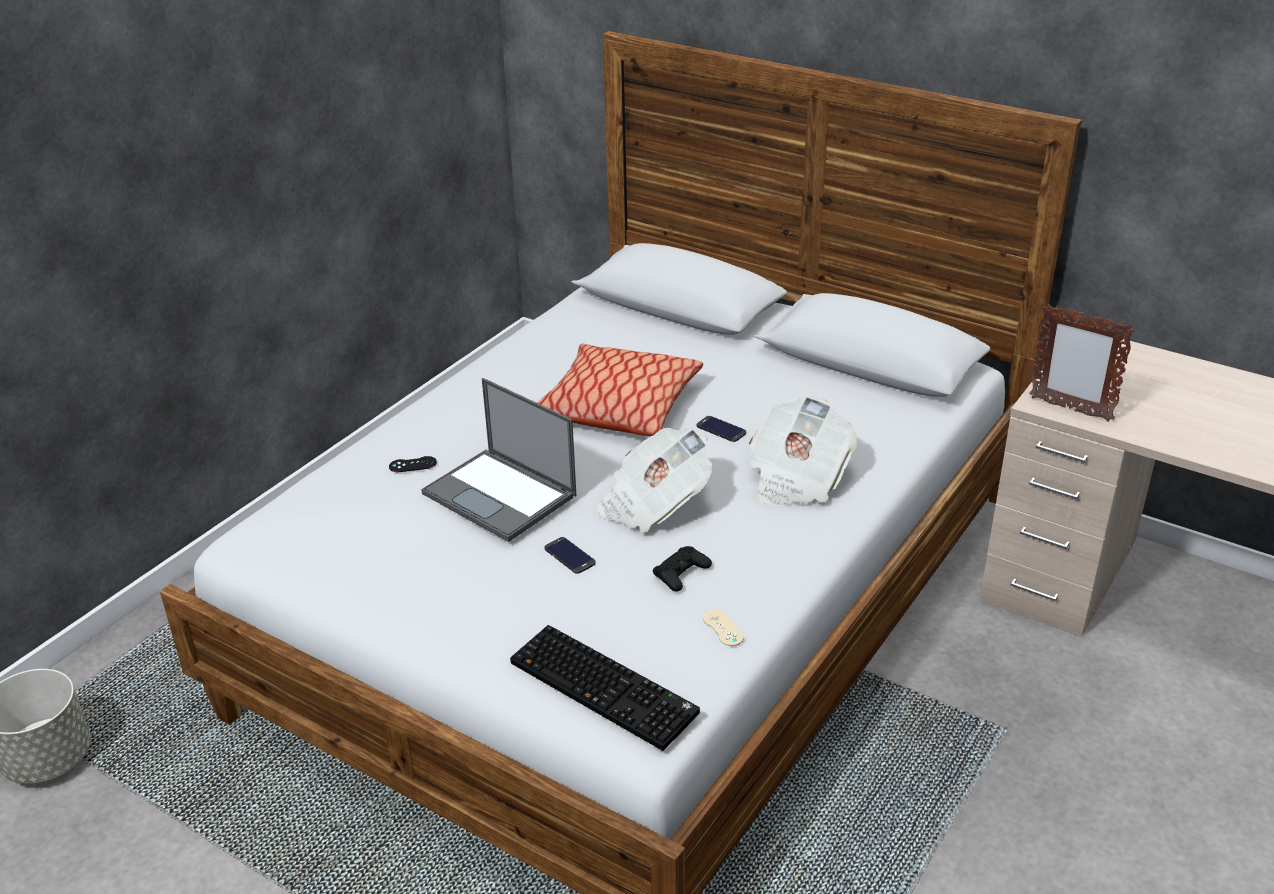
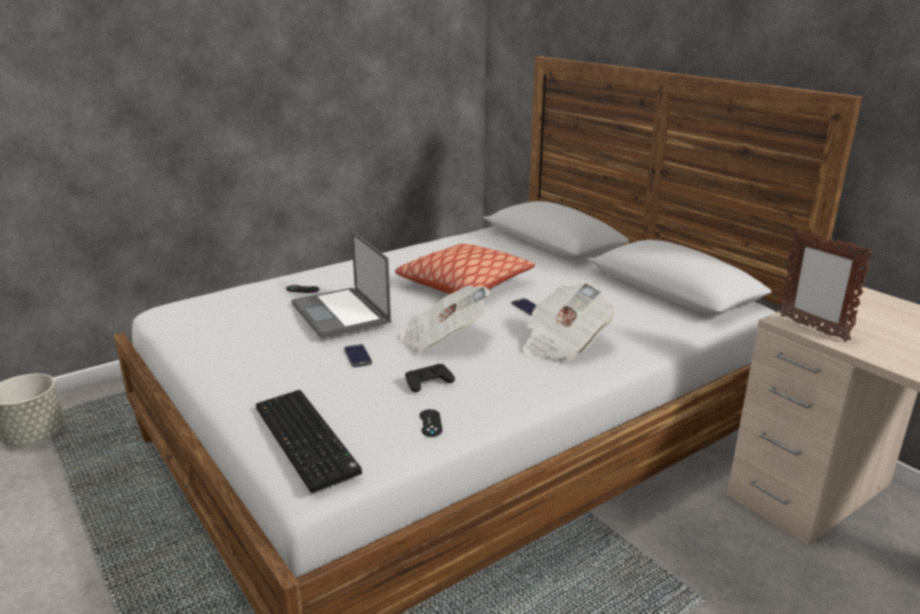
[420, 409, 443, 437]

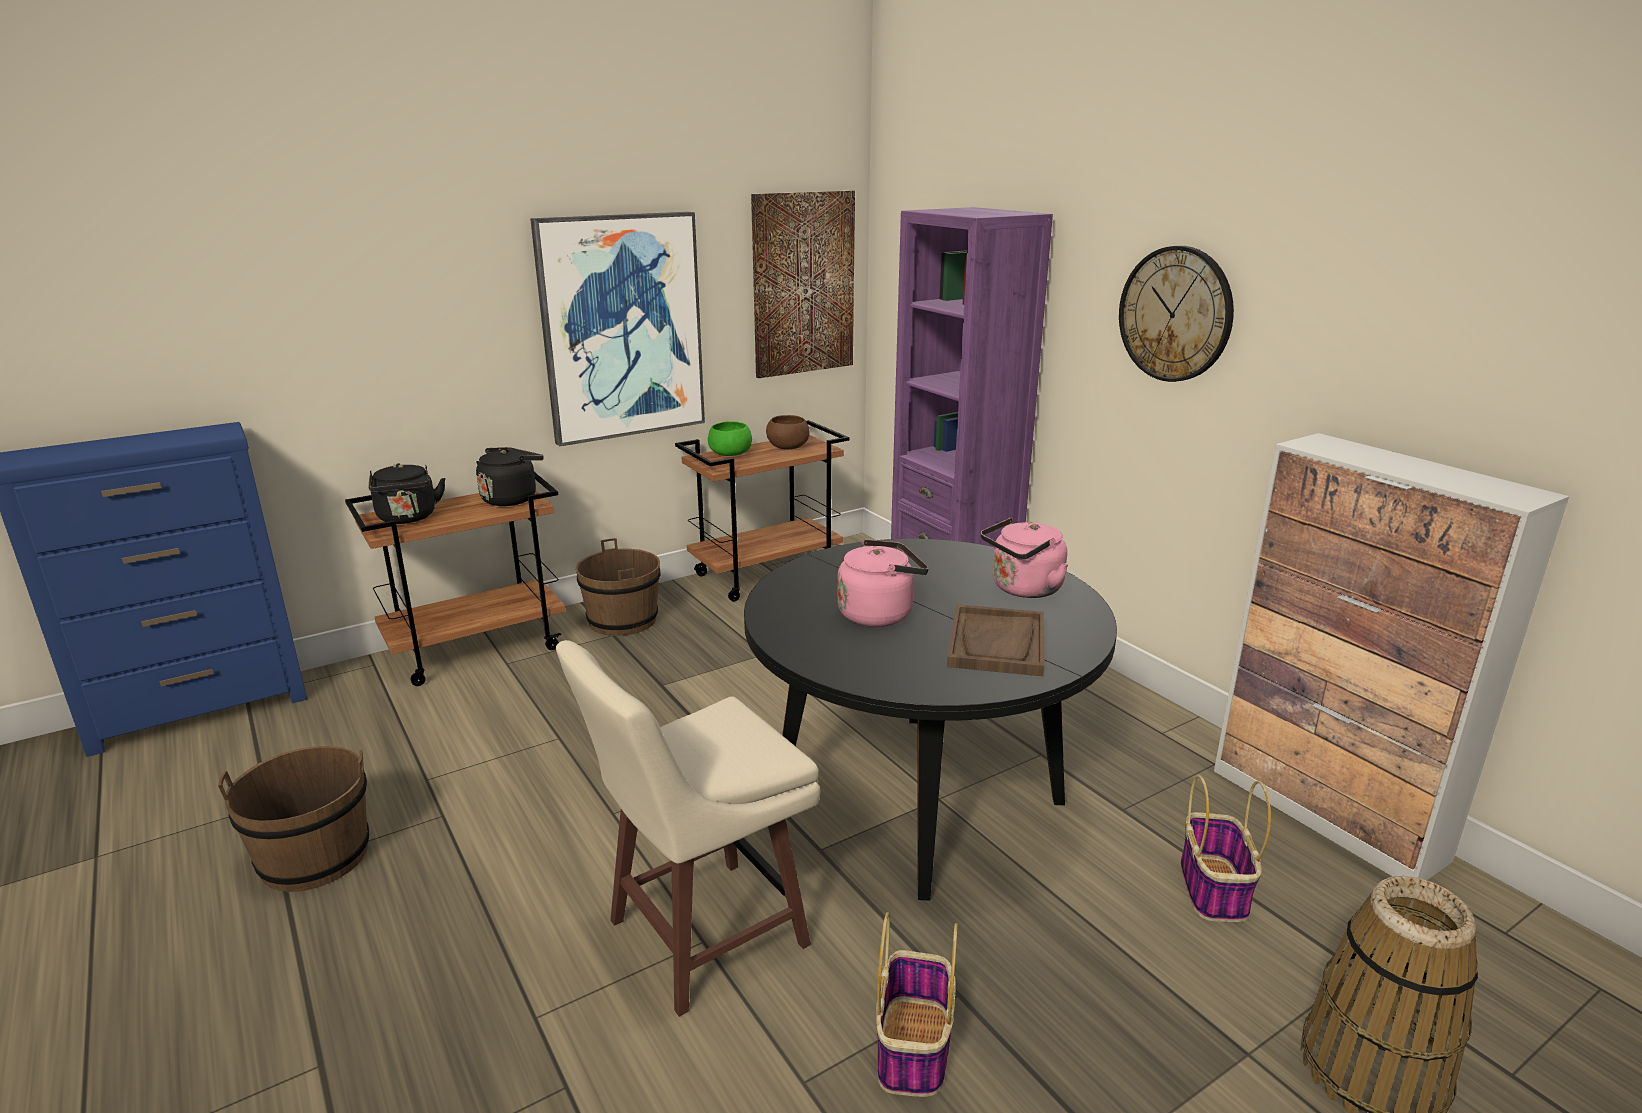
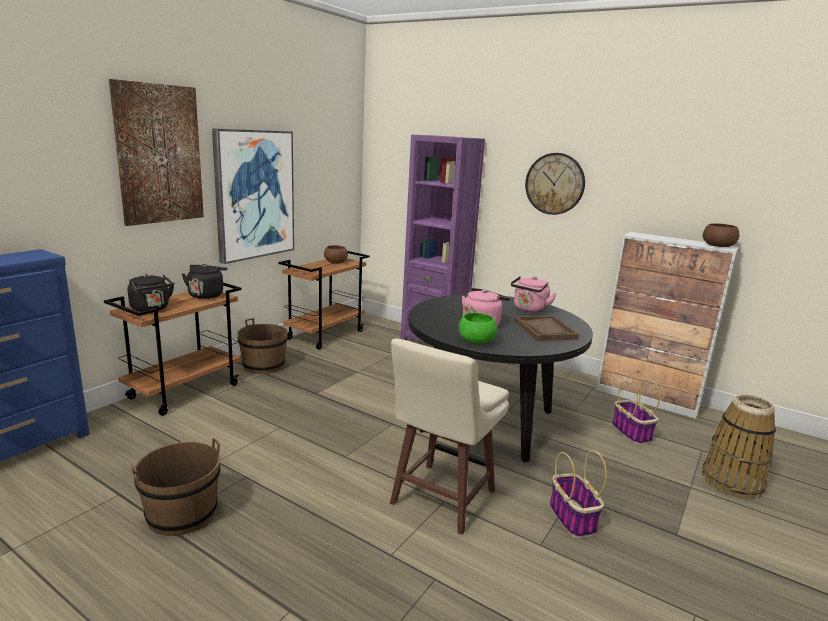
[703, 223, 739, 247]
[459, 313, 497, 343]
[109, 79, 204, 226]

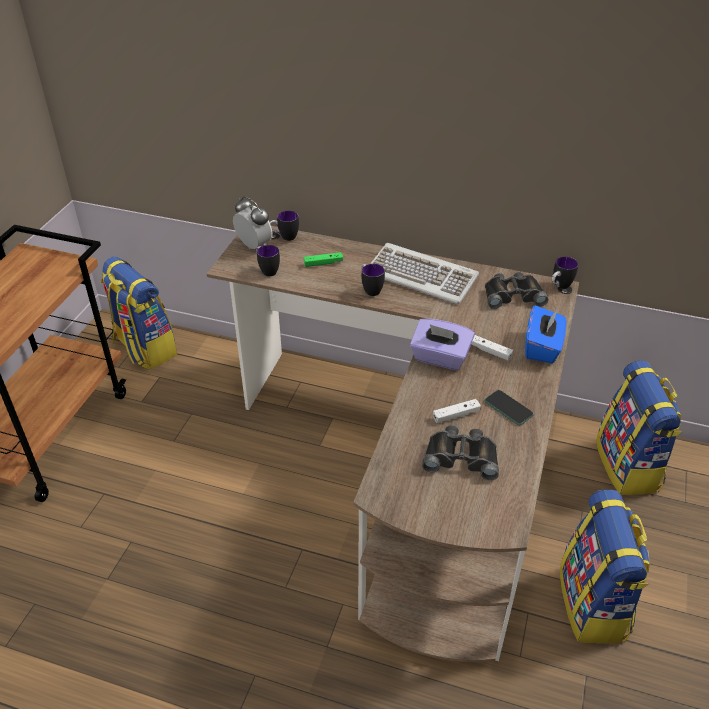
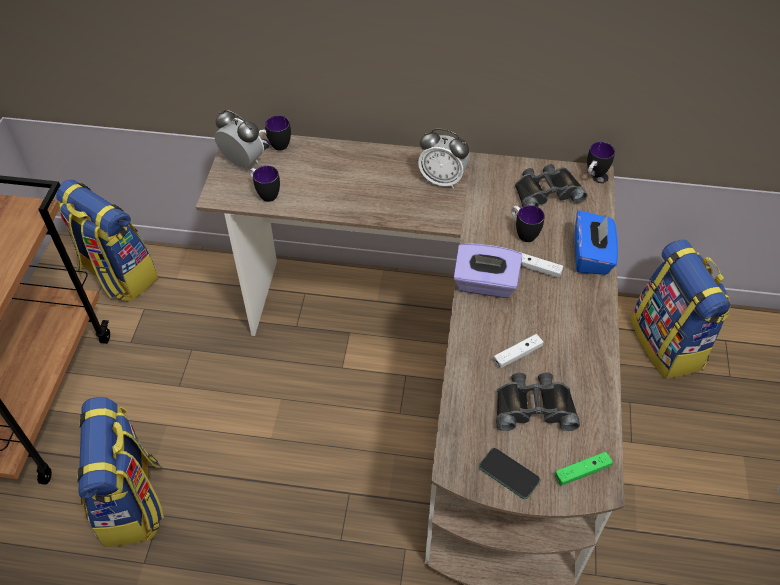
[555, 452, 613, 486]
[511, 205, 545, 242]
[479, 448, 540, 499]
[77, 397, 164, 547]
[418, 128, 469, 189]

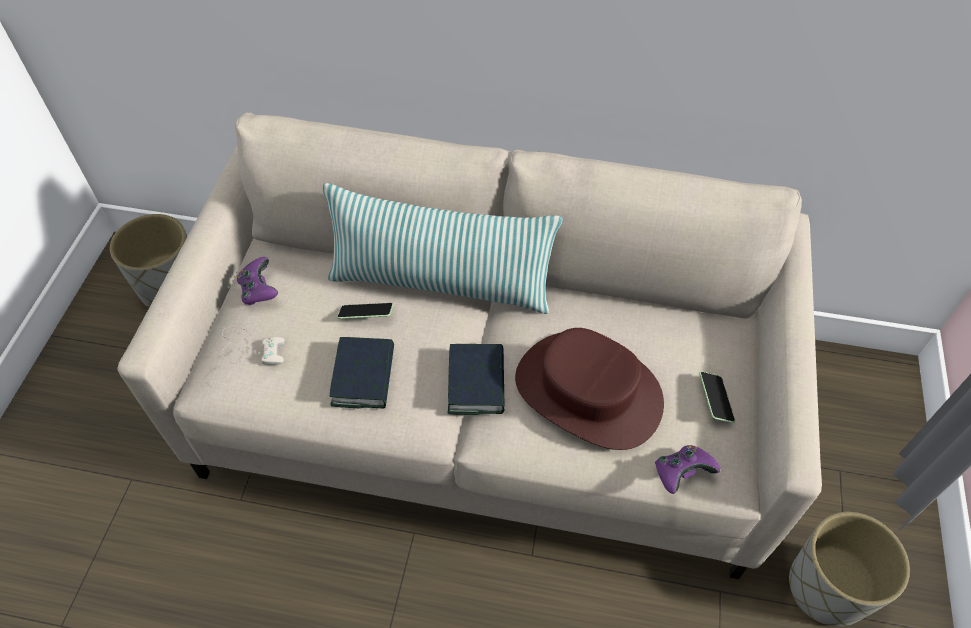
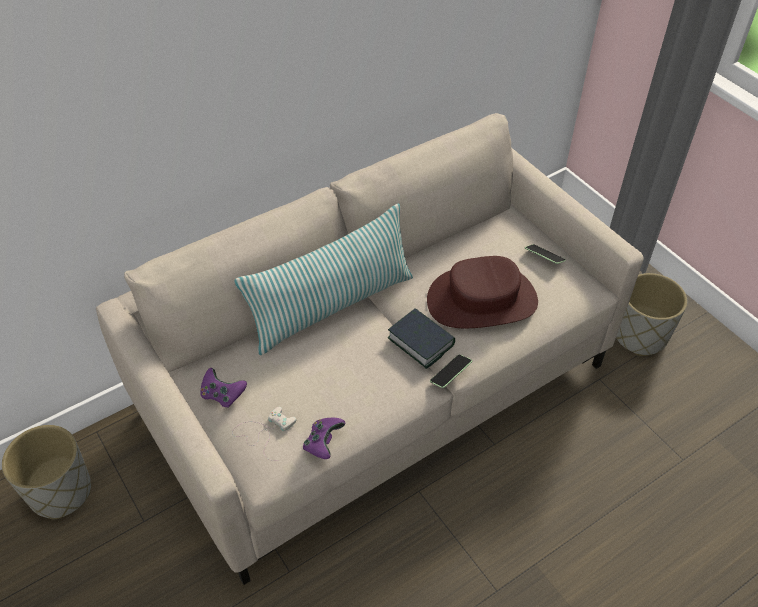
[330, 337, 394, 409] (first image)
[430, 355, 472, 388]
[303, 418, 345, 459]

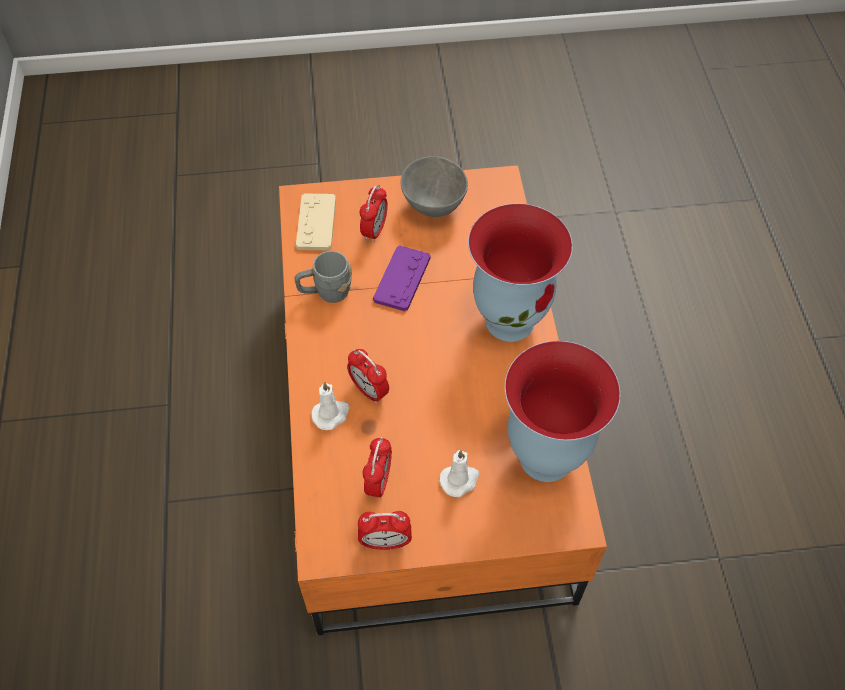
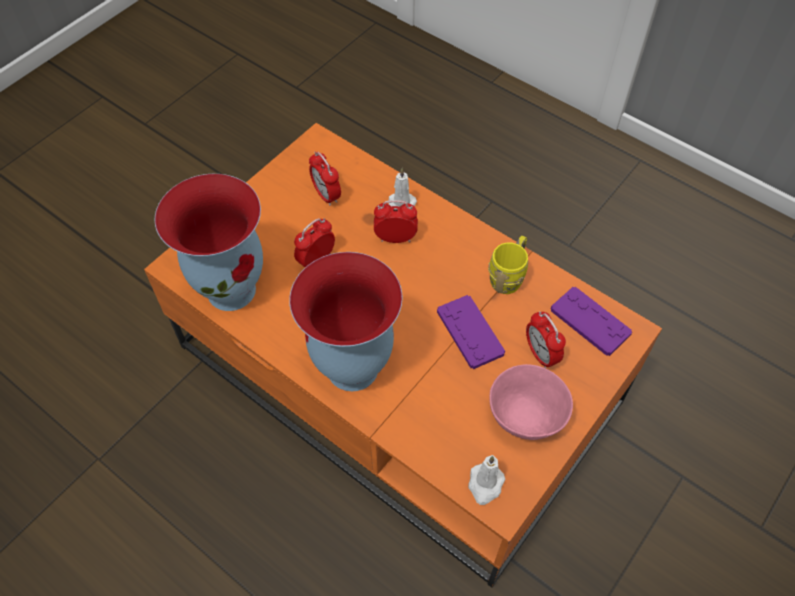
[294, 218, 335, 267]
[468, 455, 505, 505]
[488, 236, 528, 294]
[551, 287, 632, 356]
[489, 364, 573, 440]

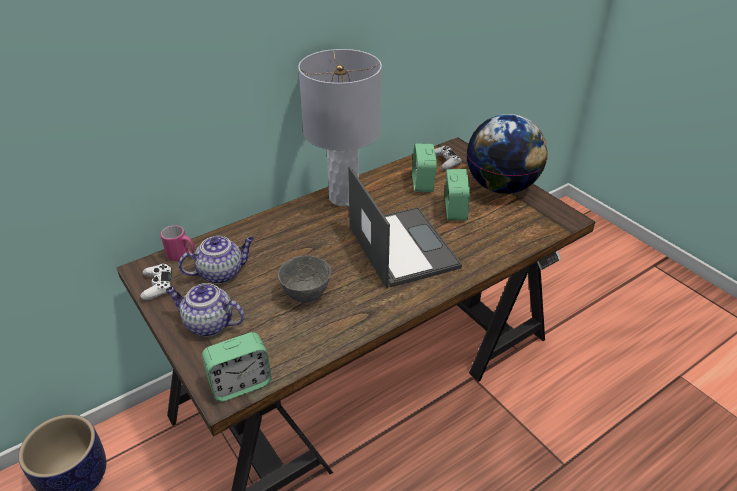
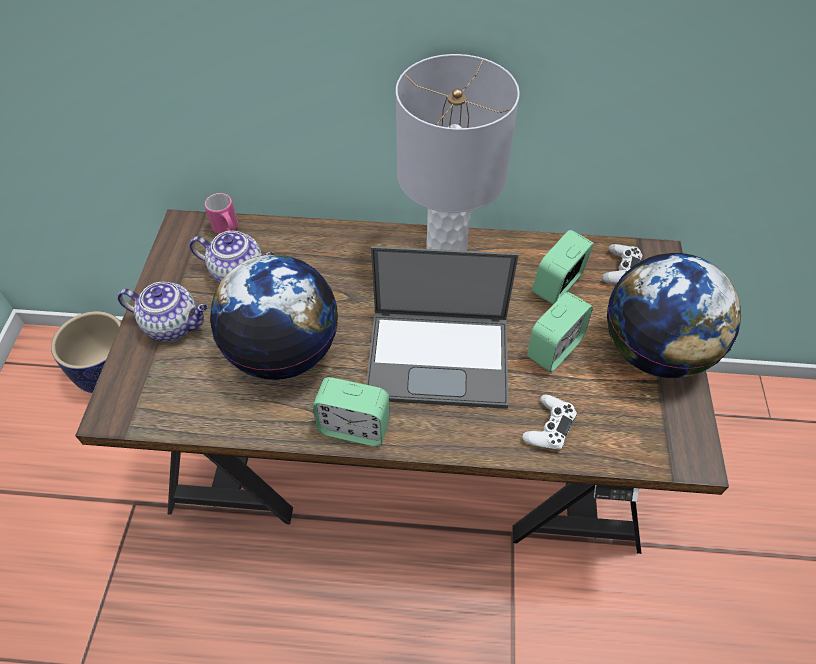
[522, 394, 577, 450]
[313, 377, 390, 446]
[210, 254, 338, 380]
[118, 282, 208, 341]
[366, 246, 519, 409]

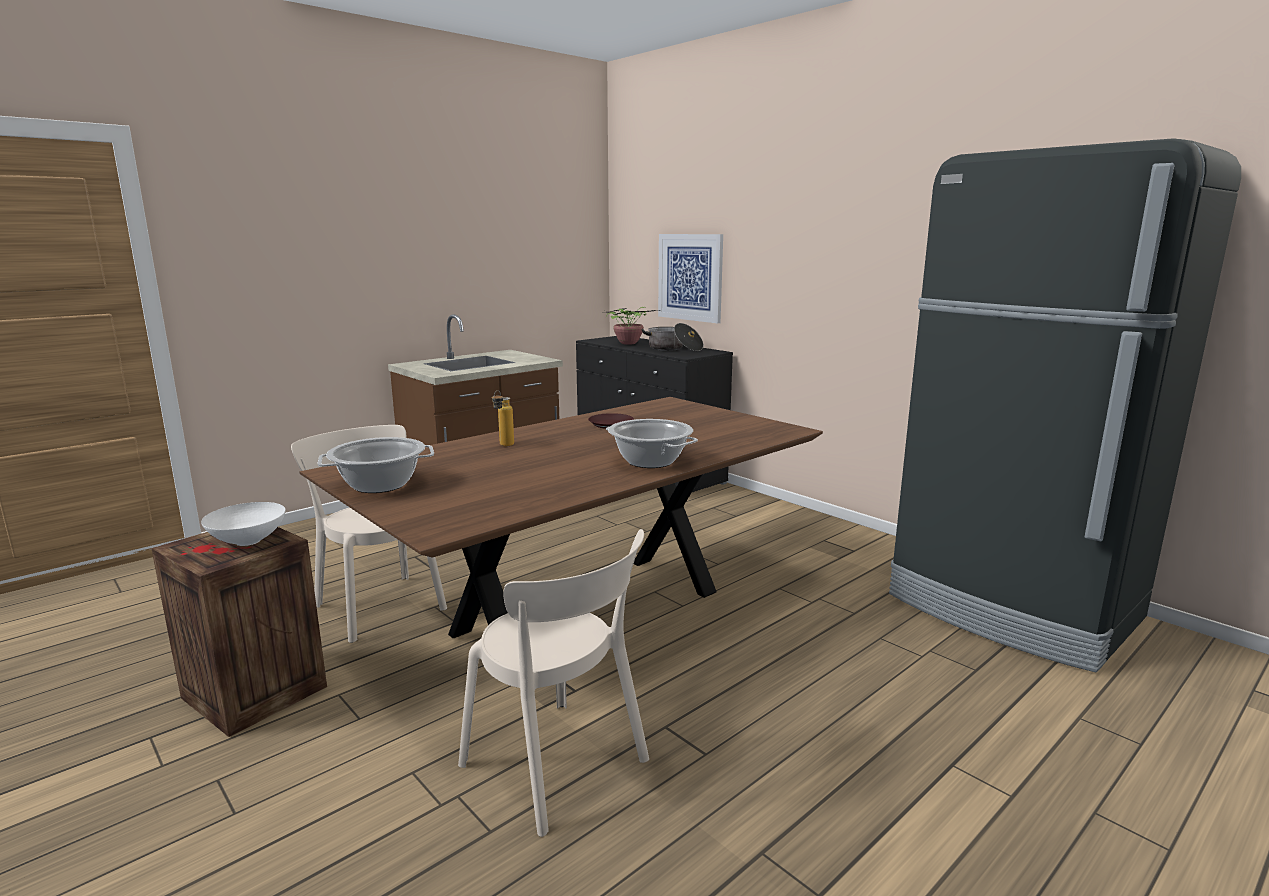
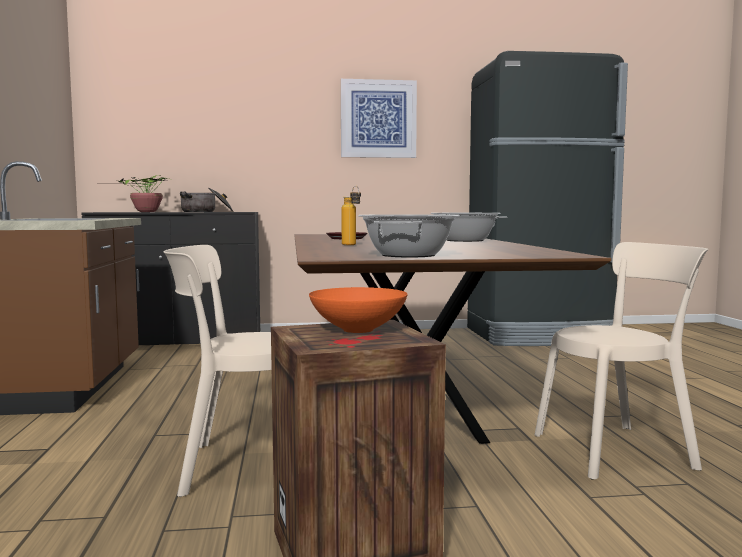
[341, 79, 417, 158]
[309, 287, 408, 333]

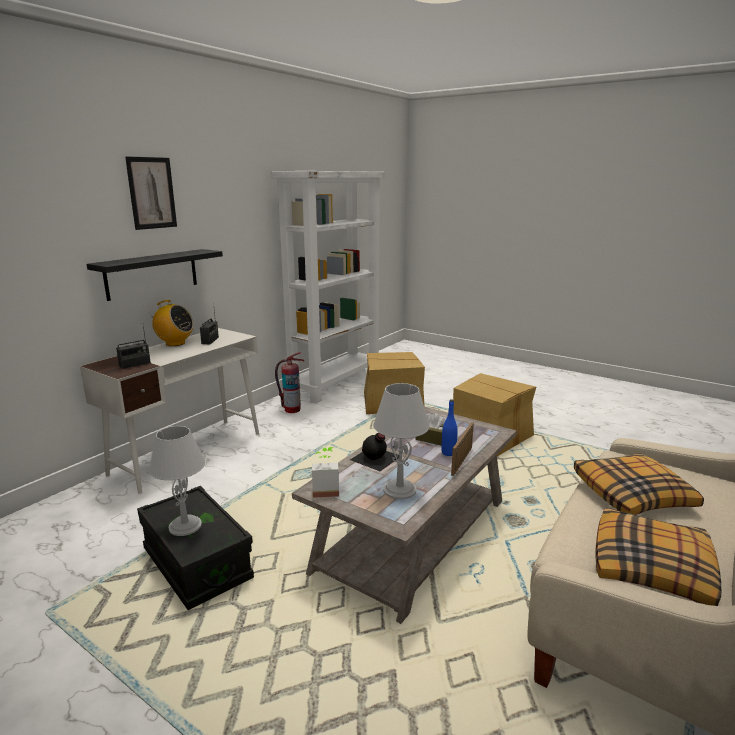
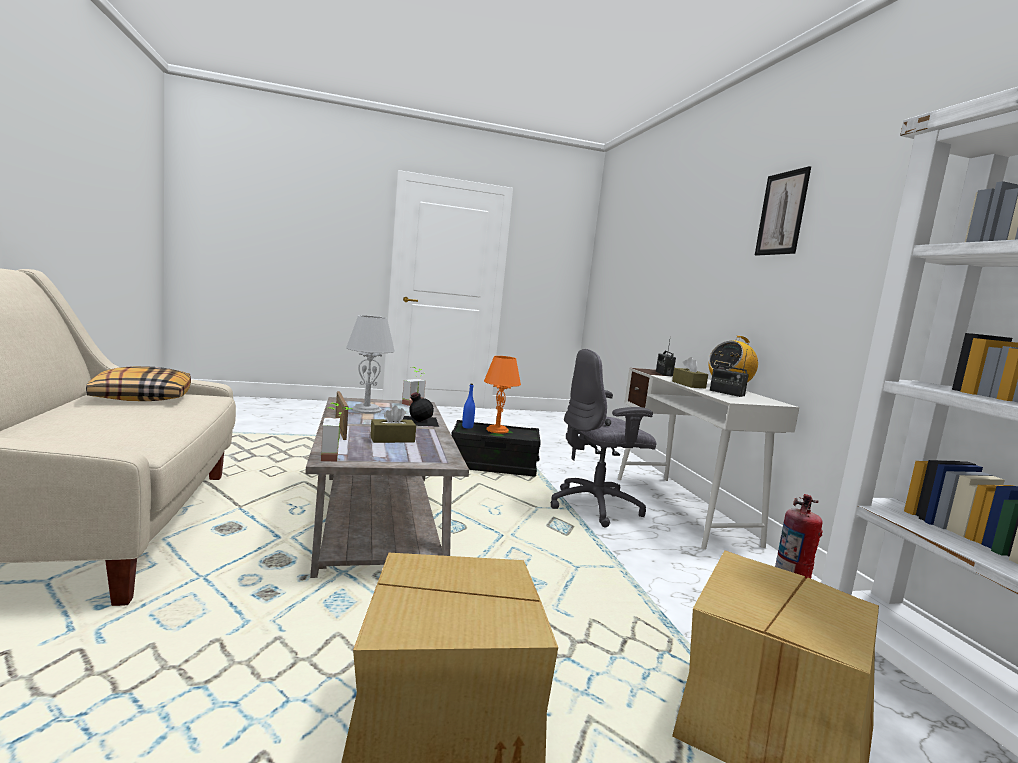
[87, 249, 223, 301] (first image)
[574, 453, 704, 515] (first image)
[321, 402, 352, 461]
[551, 349, 656, 527]
[672, 357, 708, 388]
[462, 384, 475, 429]
[484, 356, 521, 434]

